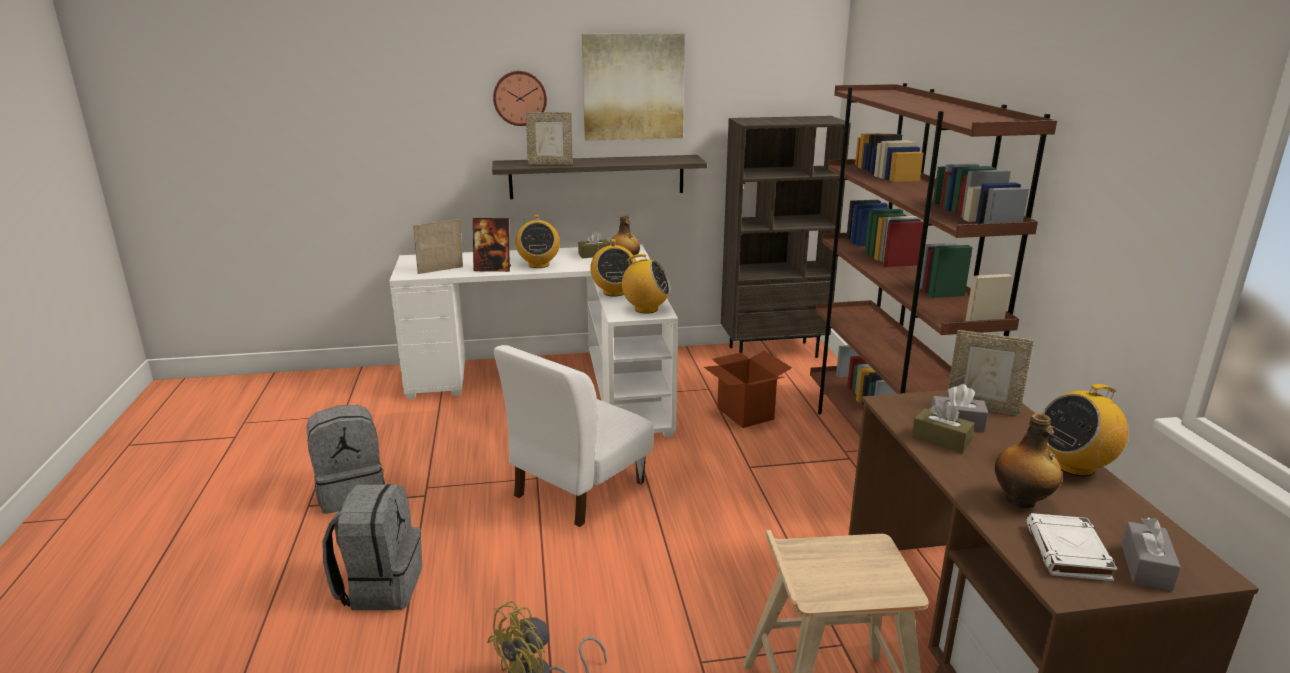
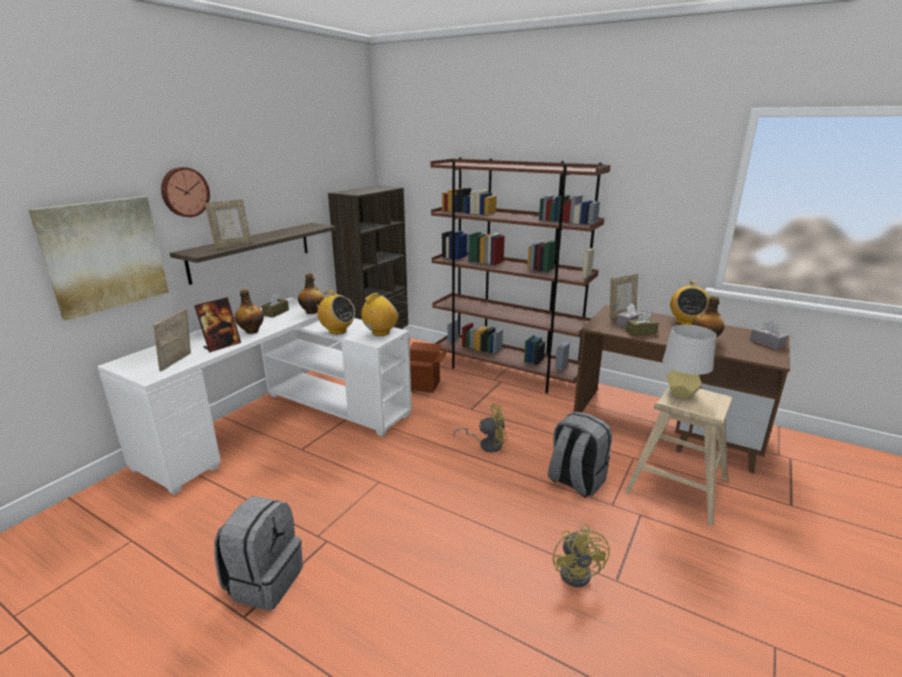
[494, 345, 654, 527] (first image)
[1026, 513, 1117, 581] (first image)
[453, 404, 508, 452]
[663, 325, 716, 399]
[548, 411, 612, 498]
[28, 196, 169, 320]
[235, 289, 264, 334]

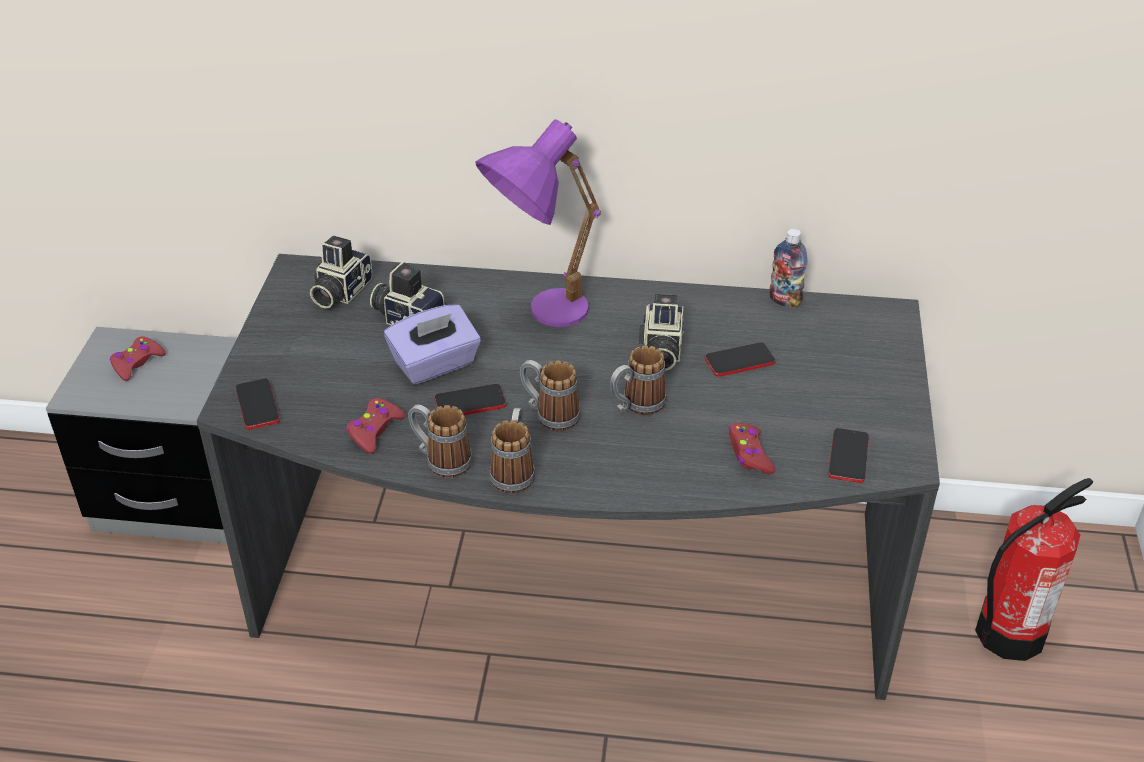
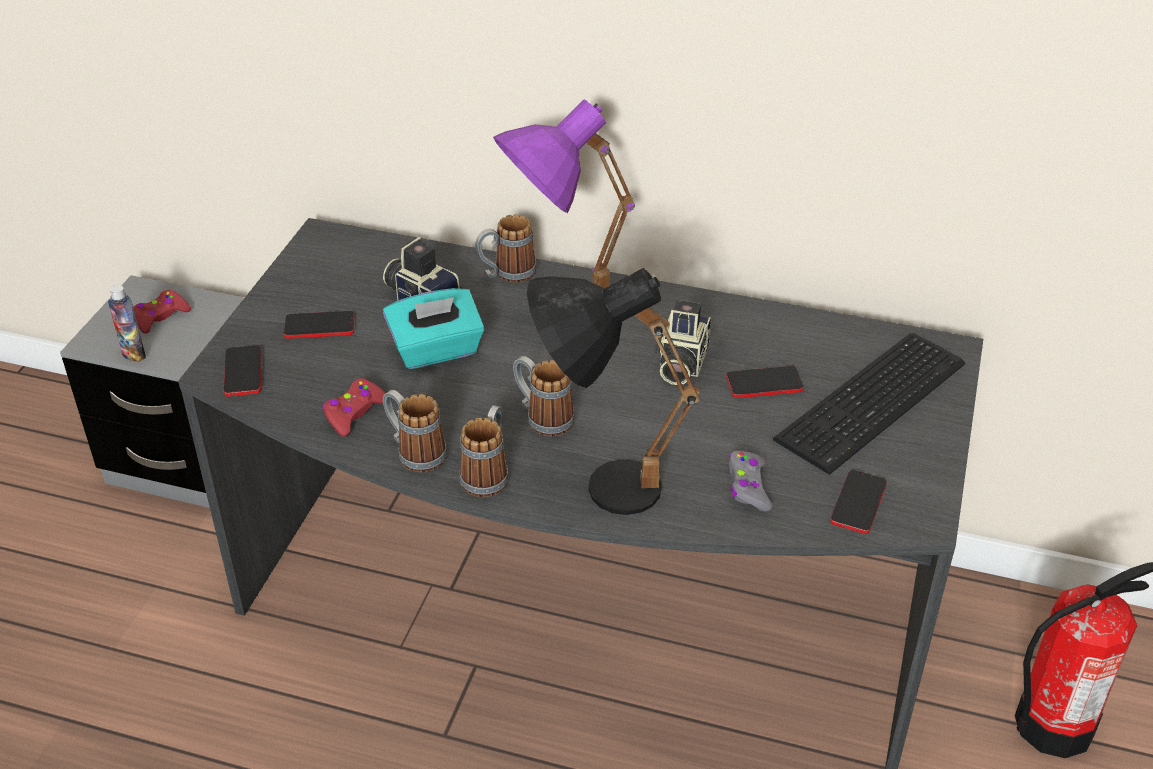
[310, 236, 372, 309] (first image)
[527, 268, 700, 515]
[773, 333, 965, 475]
[284, 311, 355, 339]
[475, 214, 536, 283]
[108, 285, 146, 362]
[383, 288, 484, 369]
[729, 451, 772, 511]

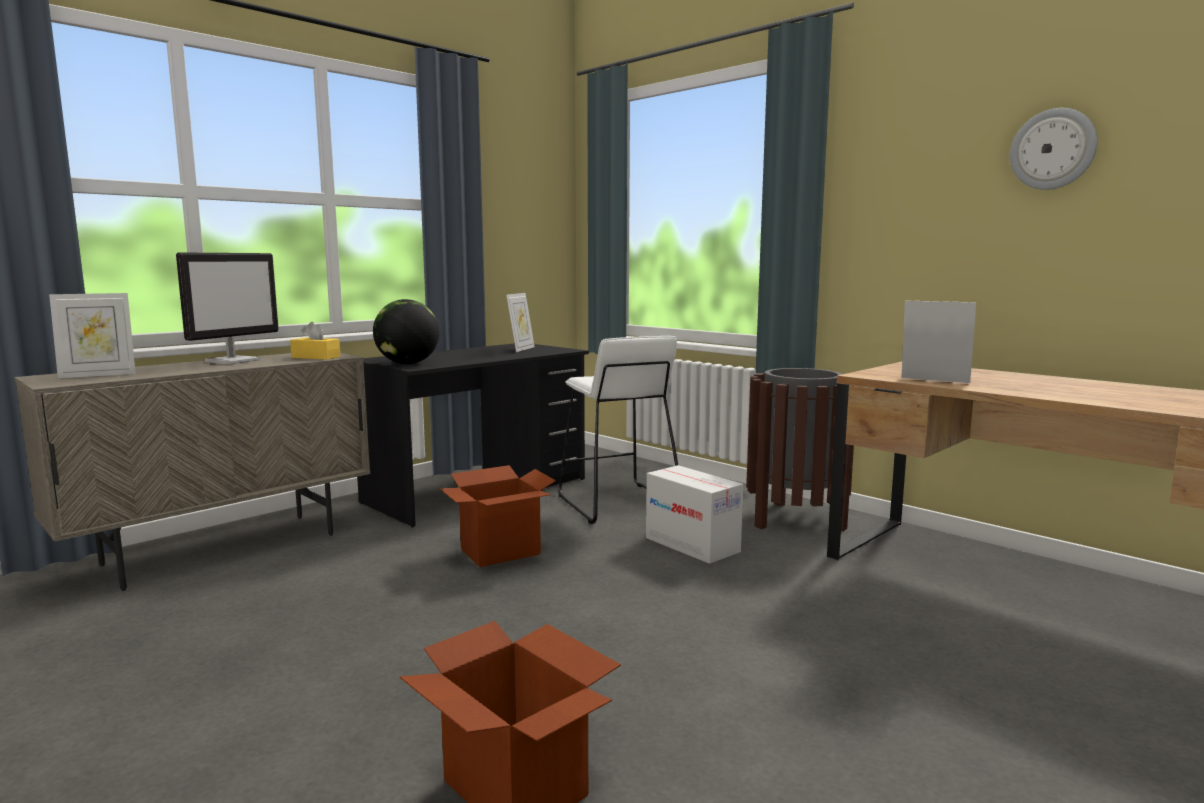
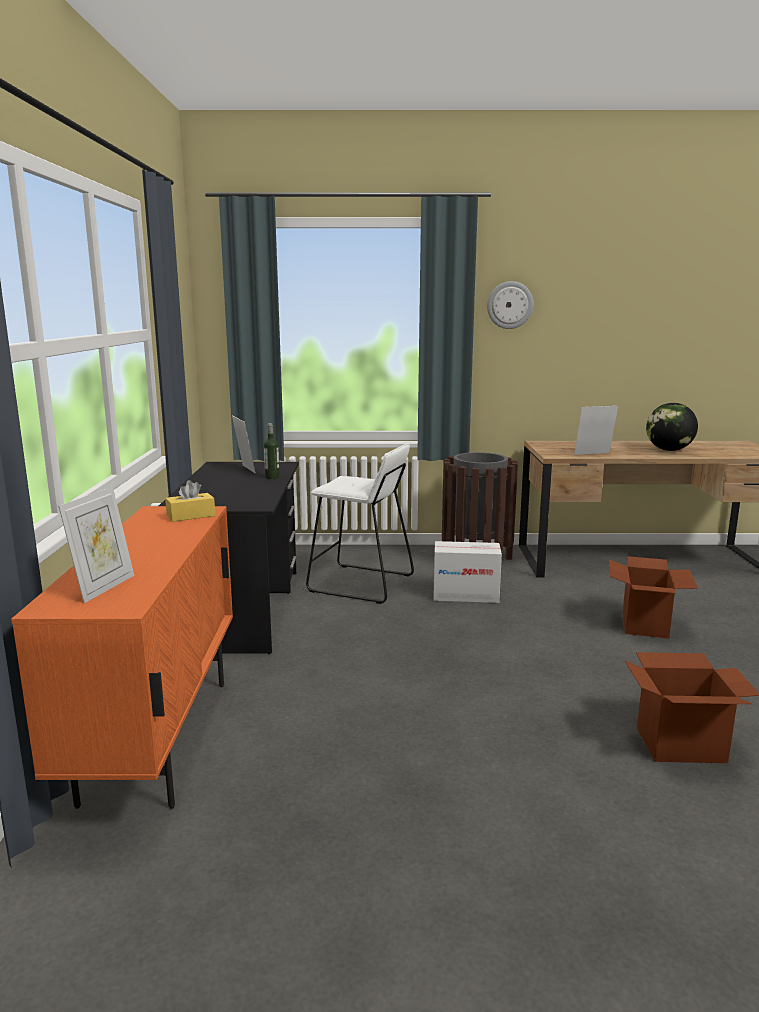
[176, 252, 279, 364] (first image)
[264, 423, 280, 479]
[646, 403, 698, 451]
[608, 556, 698, 639]
[487, 281, 533, 329]
[11, 506, 233, 809]

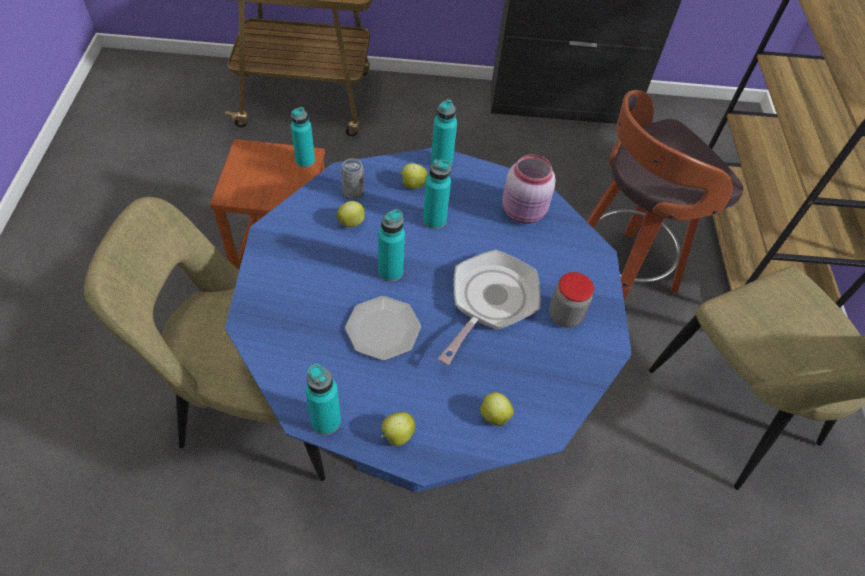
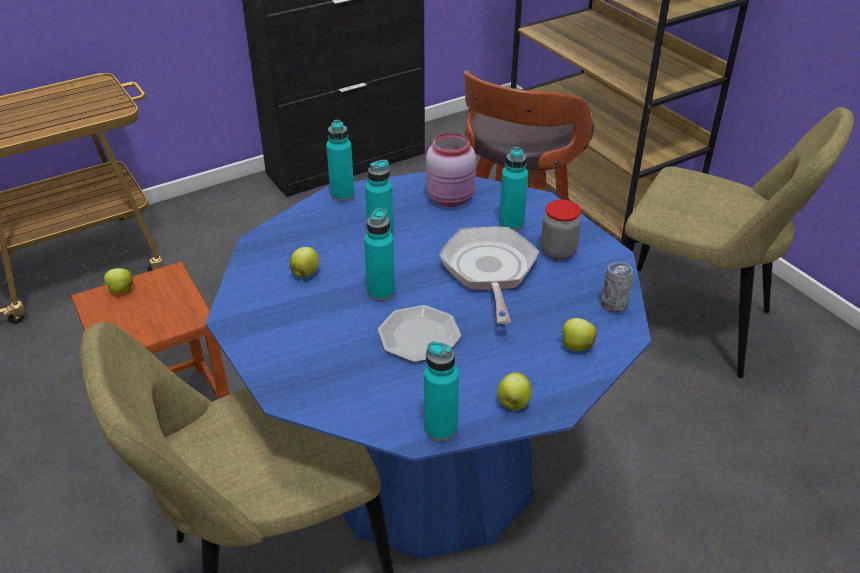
[499, 147, 528, 231]
[601, 262, 633, 313]
[102, 268, 133, 294]

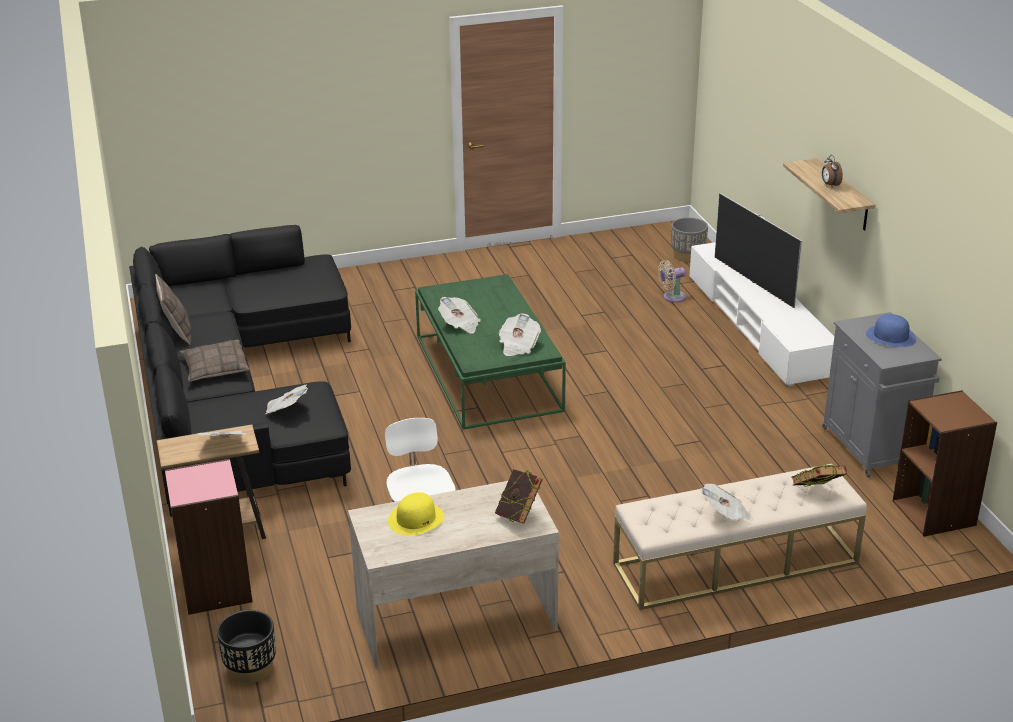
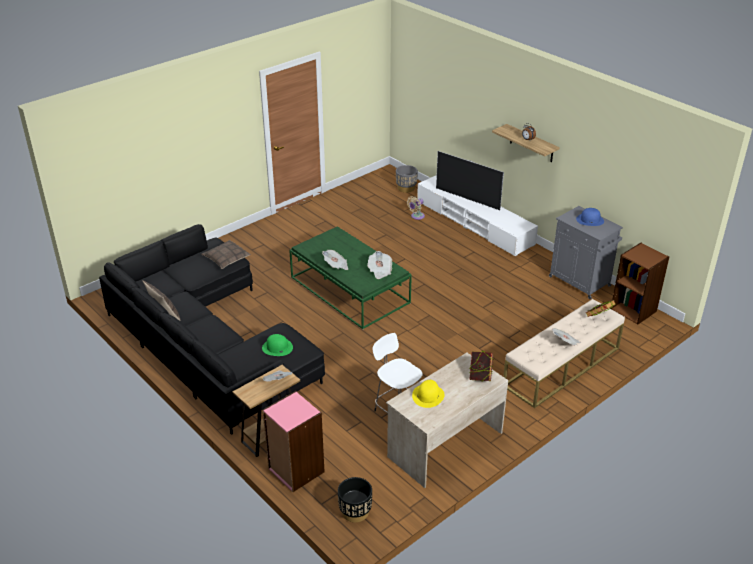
[201, 240, 251, 269]
[262, 334, 293, 356]

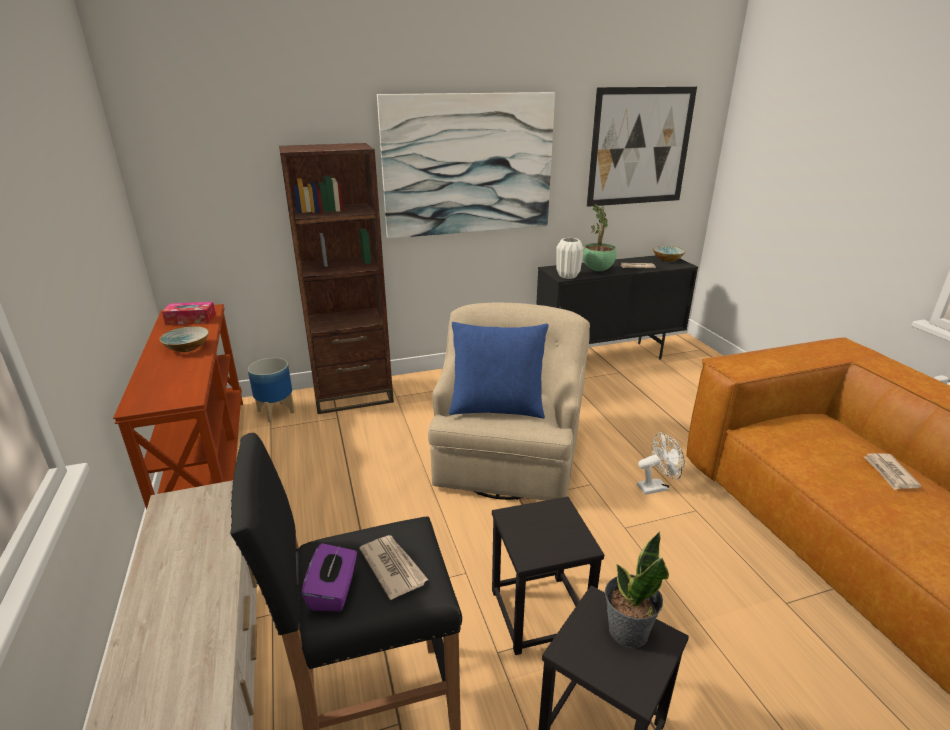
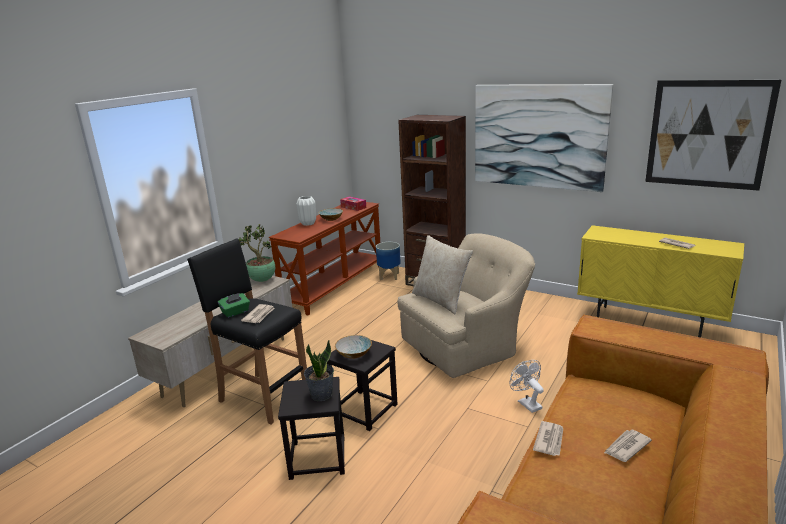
[533, 421, 563, 456]
[296, 196, 316, 226]
[239, 224, 275, 282]
[335, 335, 372, 359]
[218, 293, 250, 318]
[412, 235, 473, 314]
[577, 225, 744, 338]
[510, 360, 544, 413]

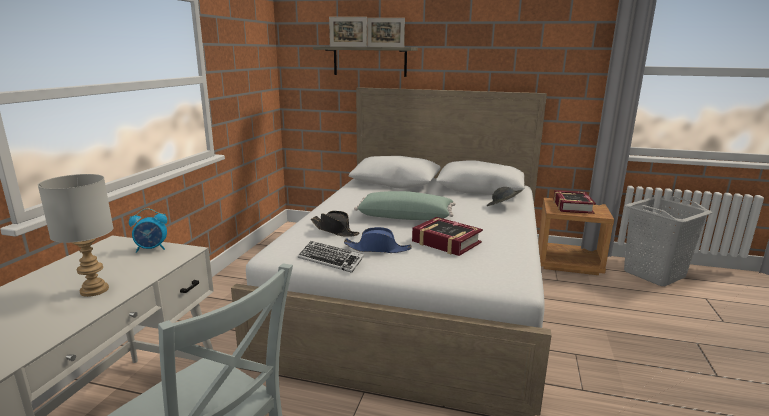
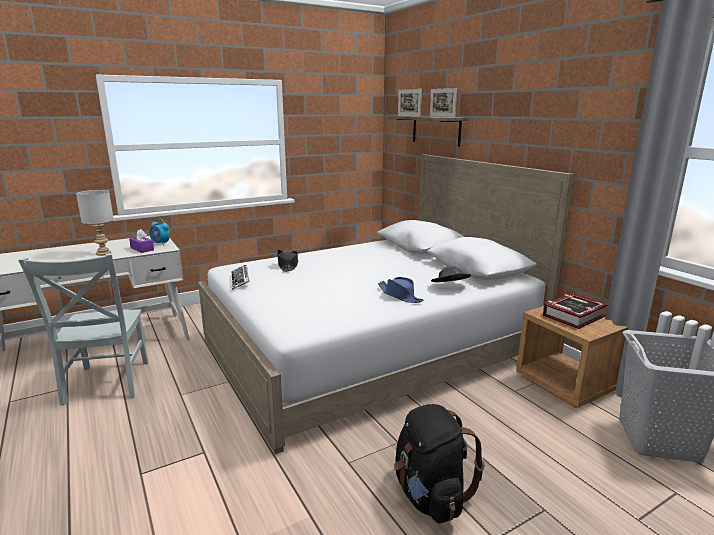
[354, 191, 456, 220] (first image)
[412, 217, 483, 256] (first image)
[129, 229, 154, 253]
[394, 404, 485, 523]
[378, 277, 423, 303]

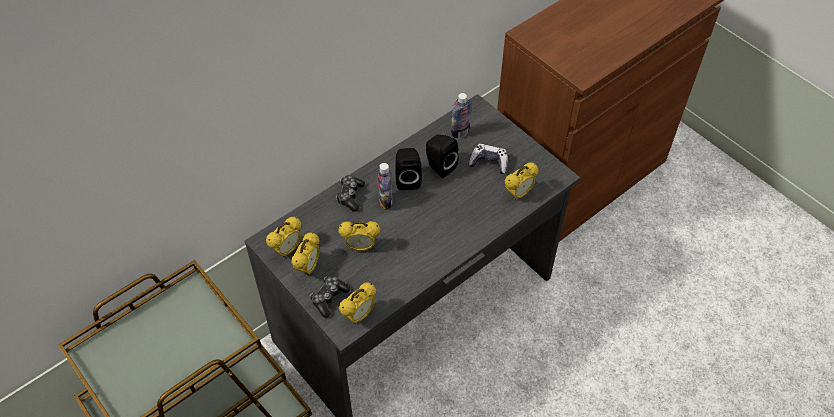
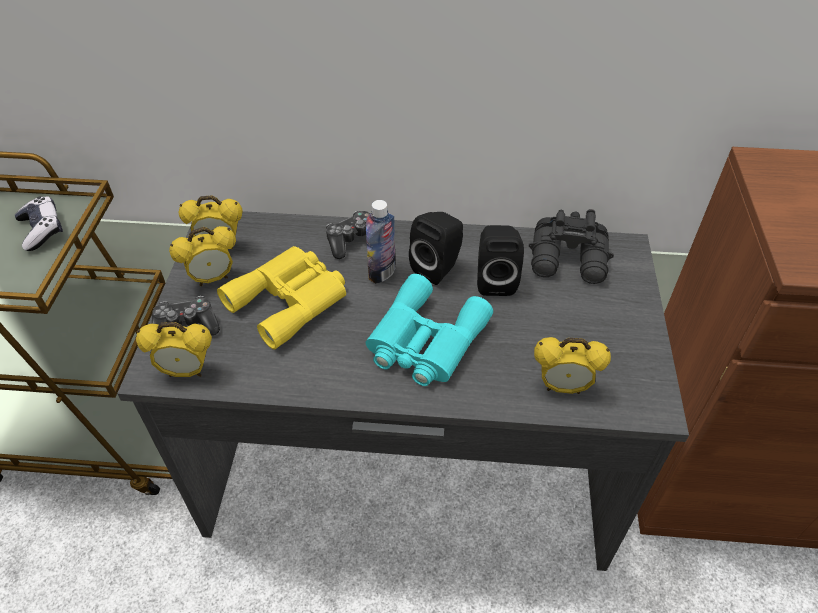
[366, 274, 493, 386]
[15, 196, 63, 251]
[217, 246, 346, 350]
[529, 209, 614, 284]

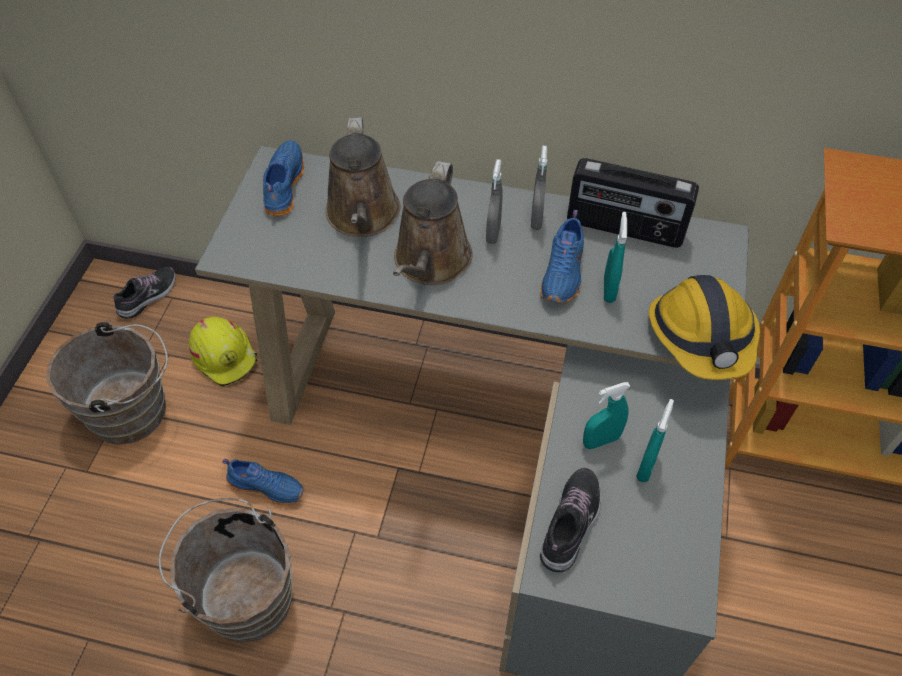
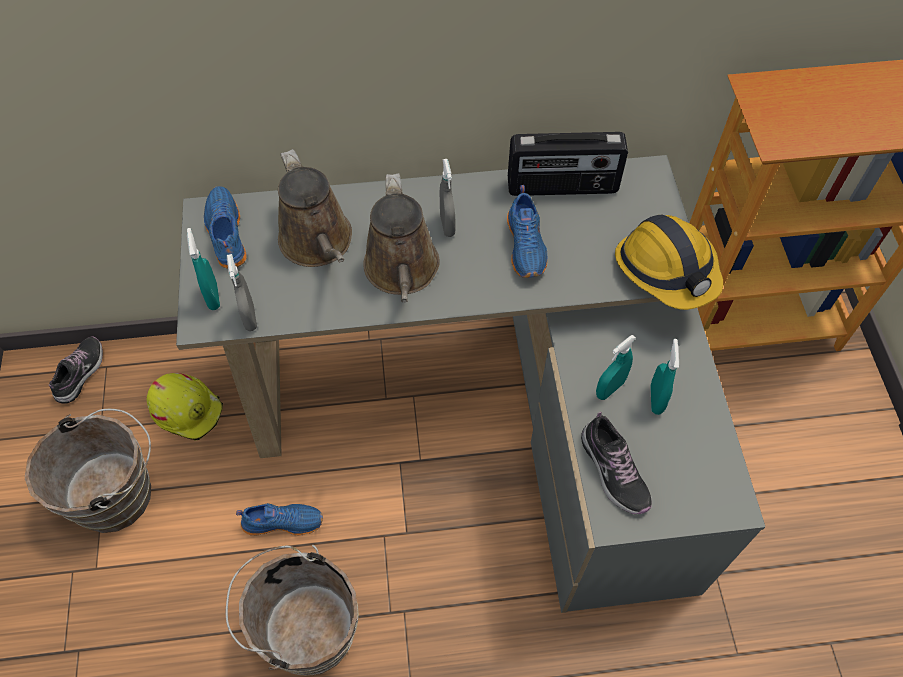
[227, 254, 257, 331]
[187, 228, 220, 310]
[581, 412, 652, 514]

